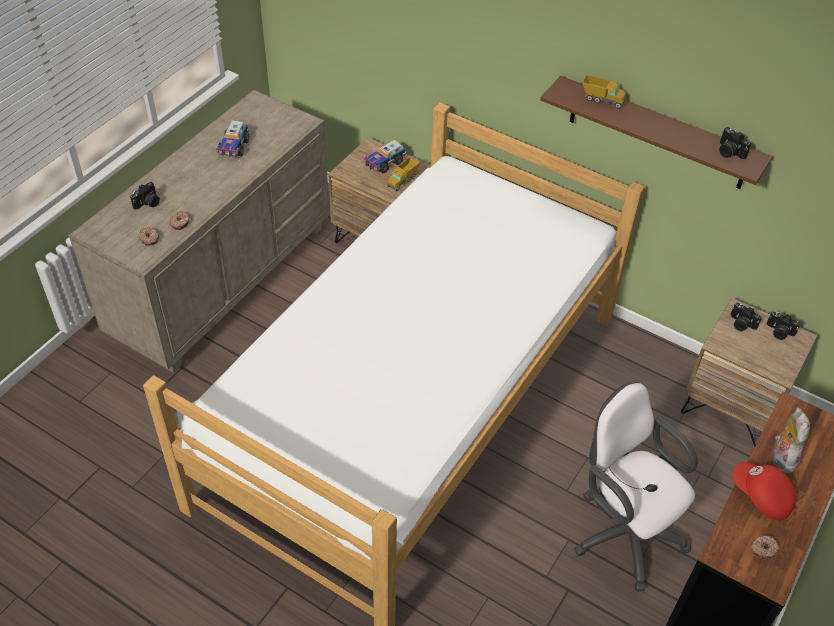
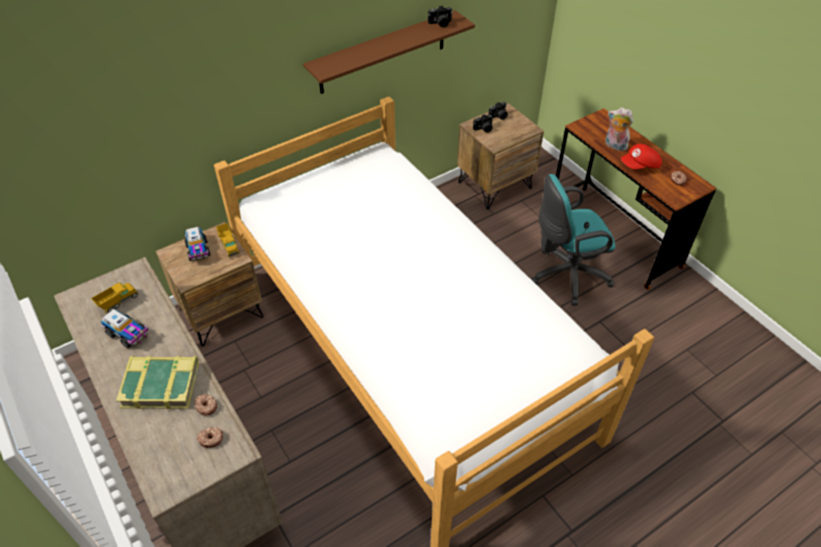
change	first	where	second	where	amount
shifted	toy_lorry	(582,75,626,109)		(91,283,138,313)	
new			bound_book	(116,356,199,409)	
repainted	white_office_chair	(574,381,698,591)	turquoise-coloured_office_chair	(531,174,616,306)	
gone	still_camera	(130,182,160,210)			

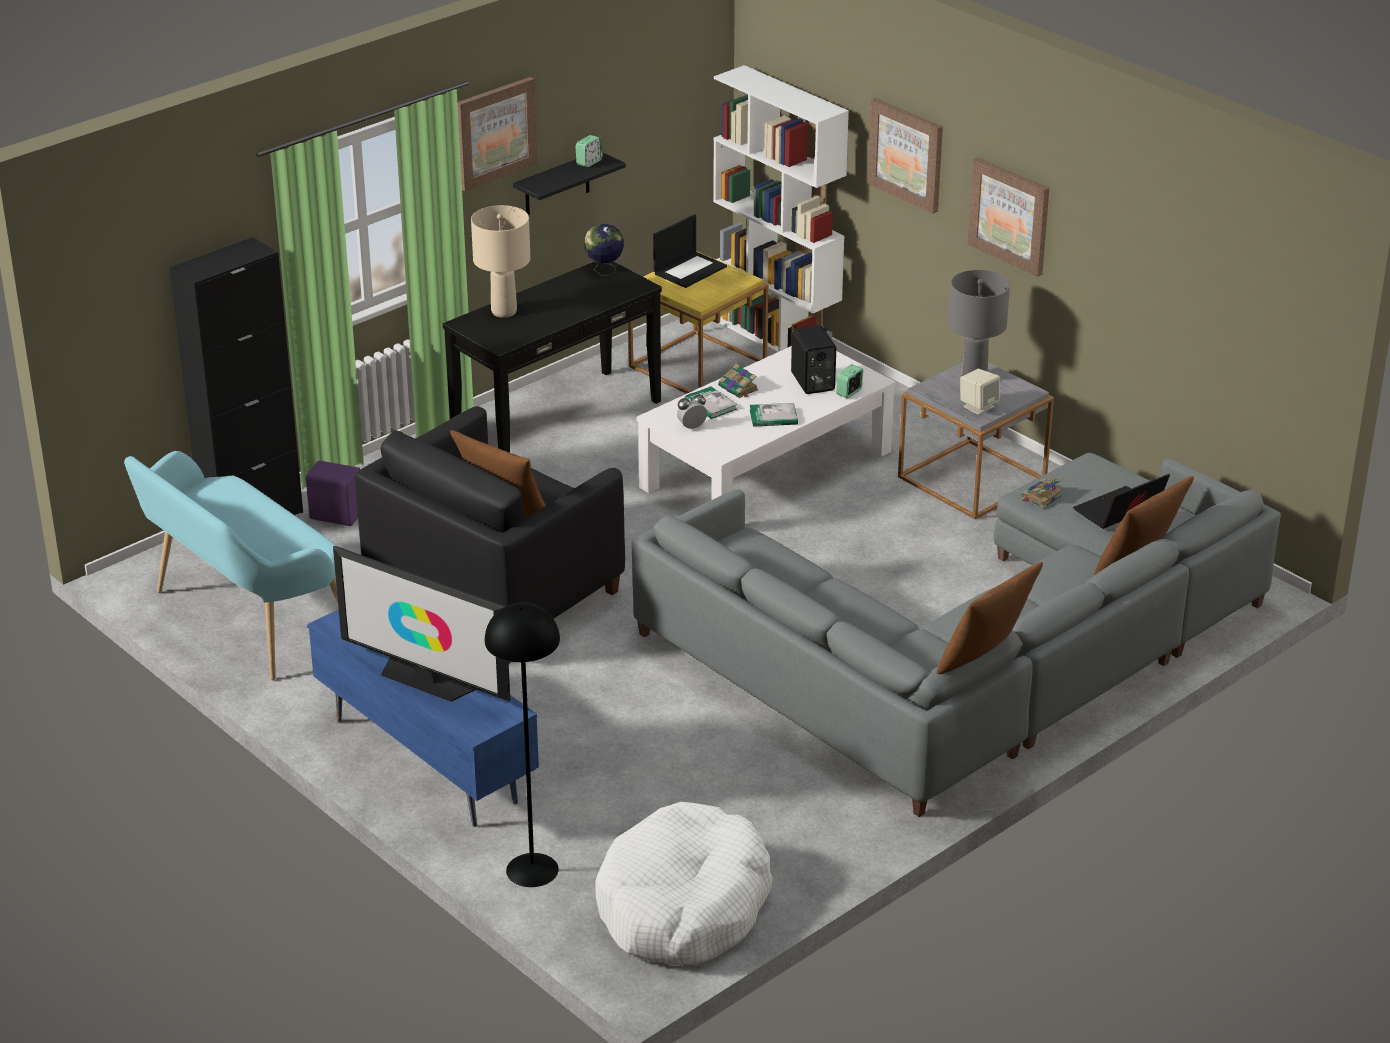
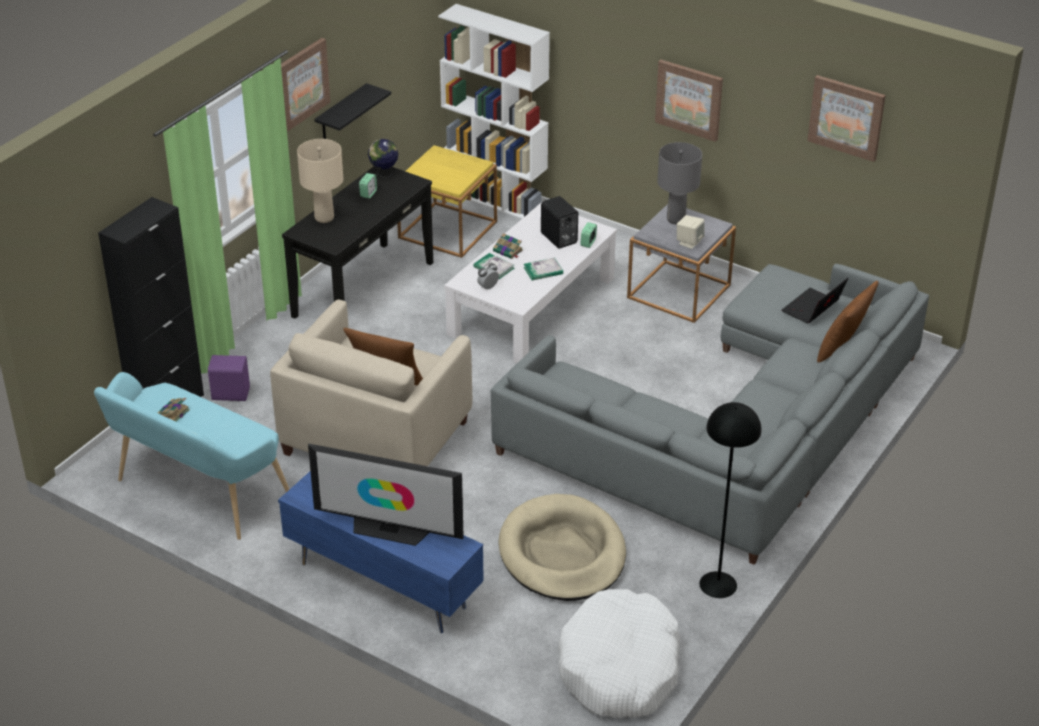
change	first	where	second	where	amount
shifted	bound_book	(1021,478,1064,508)		(157,398,190,422)	
repainted	blackish_lounge_chair	(355,406,625,663)	beige-coloured_lounge_chair	(270,300,472,466)	
shifted	alarm_clock	(575,135,603,167)		(359,173,377,199)	
new			beige-coloured_dog_bed	(499,494,626,601)	
shifted	blackish_standard_lamp	(485,602,560,887)		(699,402,761,598)	
shifted	picture	(867,98,943,214)		(807,75,886,162)	
gone	portable_computer	(653,214,727,288)			
gone	brownish_throw_pillow	(937,562,1043,674)			

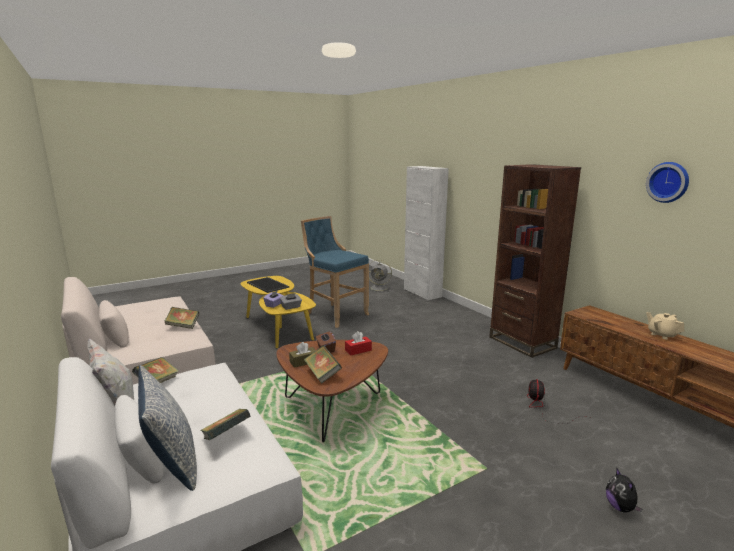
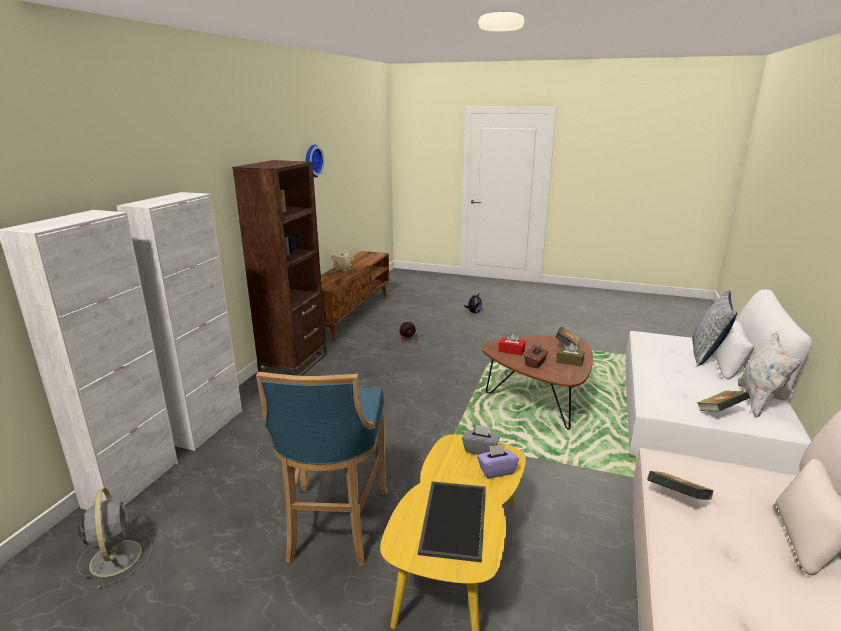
change	first	where	second	where	amount
new			white_cabinet	(117,192,242,451)	
gone	bound_book	(200,409,251,440)			

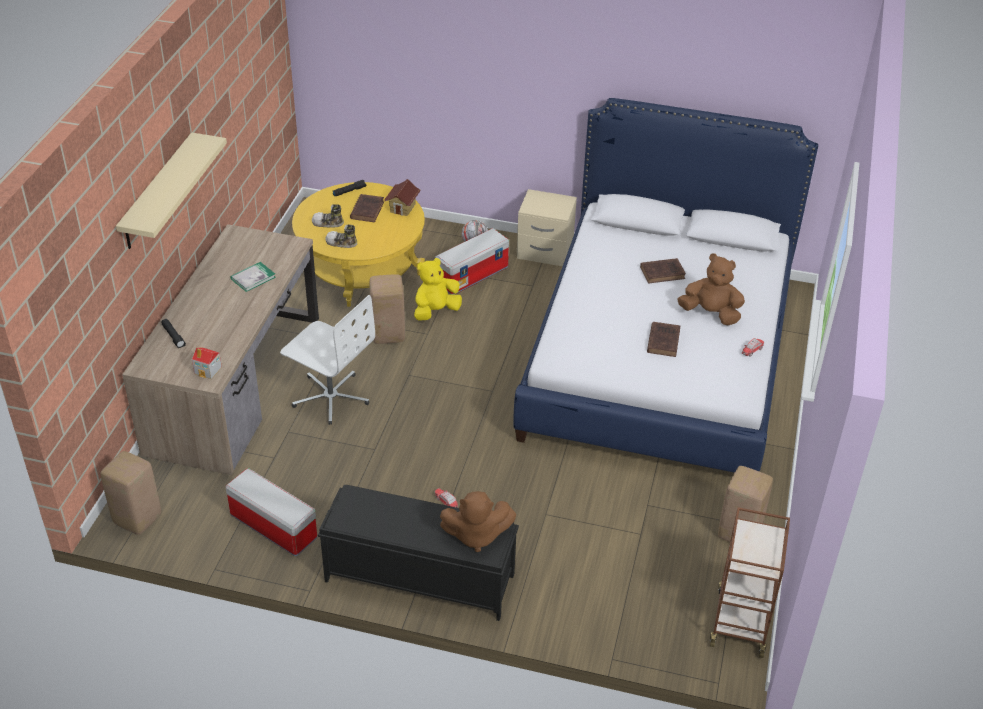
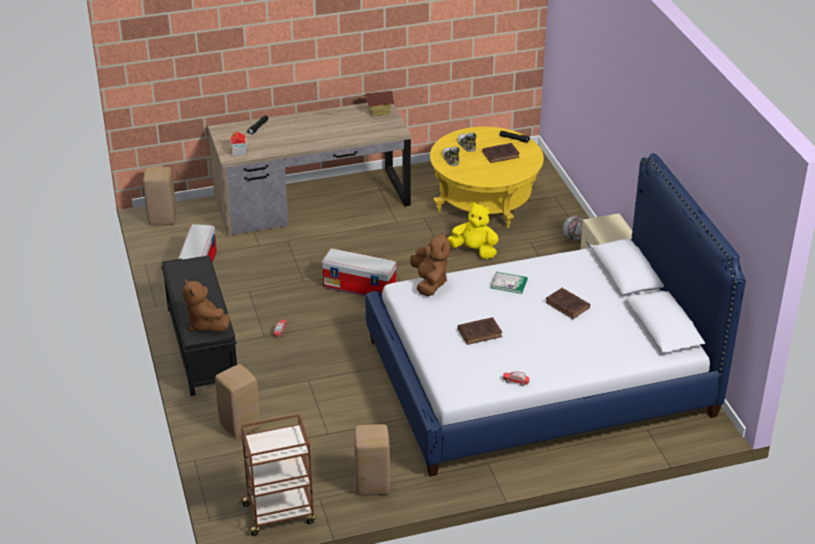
change	first	where	second	where	amount
shifted	beige-coloured_stool_seat	(370,274,405,344)		(215,364,260,438)	
shifted	storage_container	(435,228,509,295)		(321,248,396,296)	
shifted	toy_house	(384,179,421,216)		(364,91,394,116)	
shifted	brownish_plush_toy	(677,253,745,325)		(410,232,450,296)	
shifted	bound_book	(230,262,276,292)		(491,272,528,294)	
gone	beige-coloured_bracket_shelf	(116,132,227,249)			
gone	white_office_chair	(280,295,375,425)			

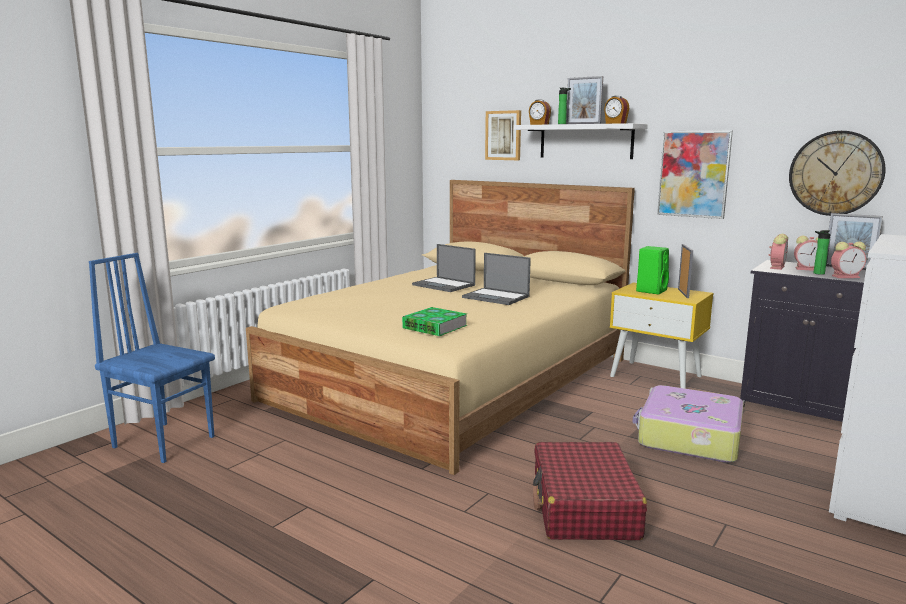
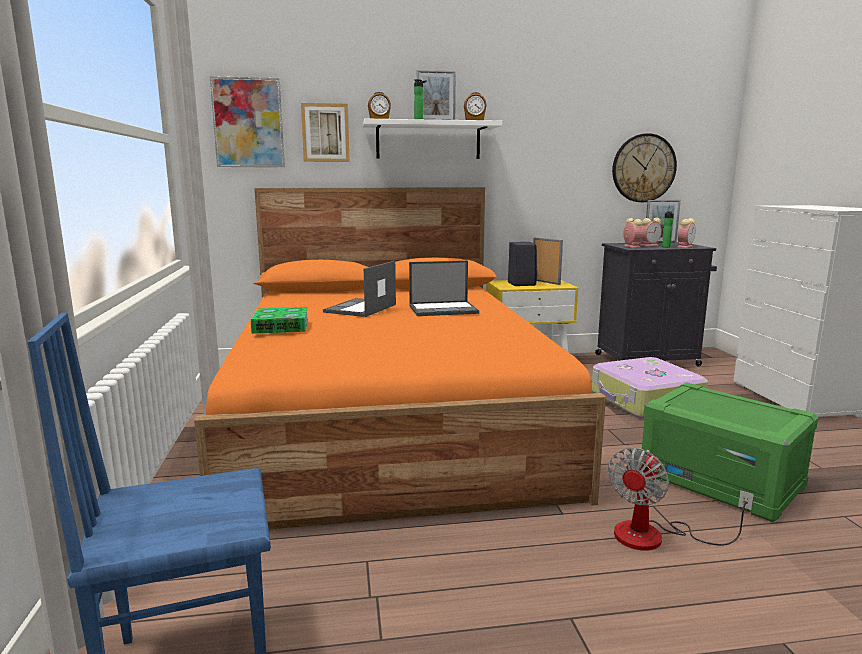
change	first	where	second	where	amount
repainted	beige-coloured_bedroom_bed	(246,180,635,475)	orangey_bedroom_bed	(194,187,606,529)	
shifted	picture	(657,130,733,219)		(209,76,285,167)	
shifted	bound_book	(402,307,467,336)		(251,307,308,334)	
rotated	portable_computer	(412,244,476,292)		(323,261,396,317)	120 degrees clockwise
repainted	green_speaker	(636,246,669,294)	blackish_speaker	(508,242,538,286)	
new			electric_fan	(608,448,754,551)	
swapped	red-coloured_suitcase	(533,442,647,540)	green_storage_container	(642,382,818,522)	

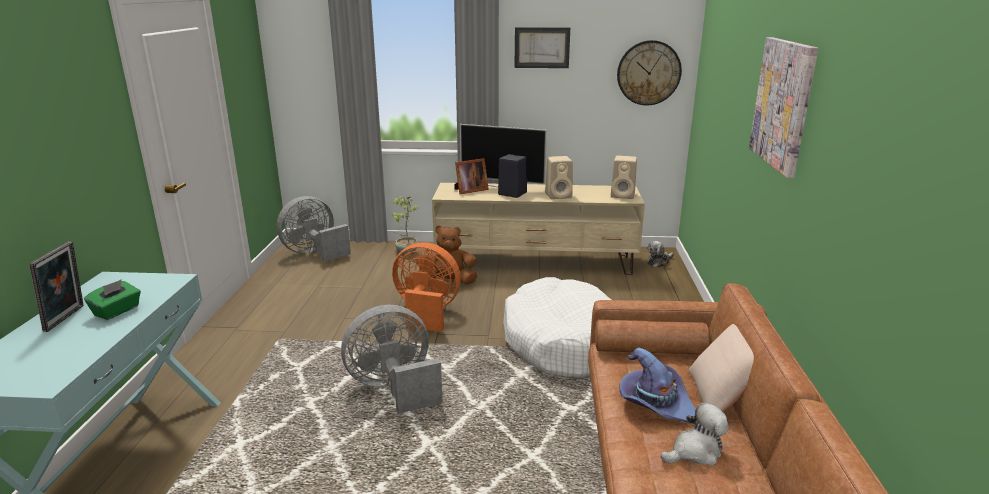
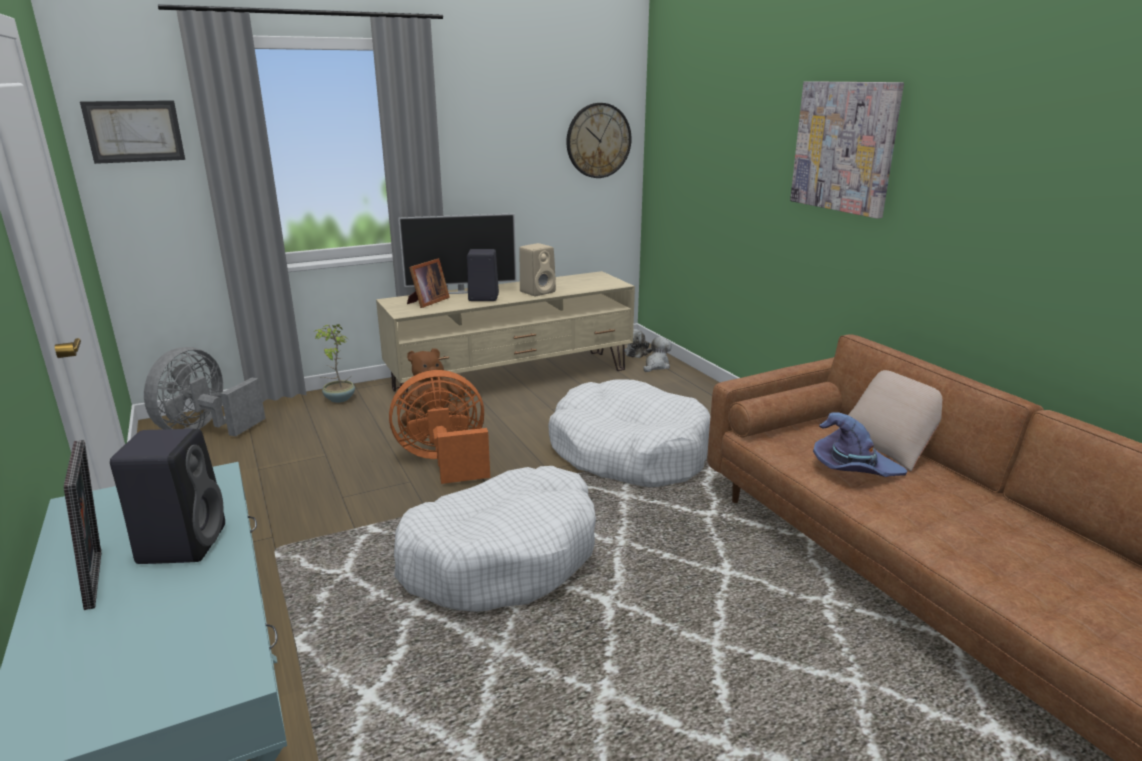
change	first	where	second	where	amount
shifted	picture	(514,27,570,68)		(80,100,185,164)	
swapped	green_tissue_box	(84,279,141,320)	blackish_speaker	(110,429,225,564)	
swapped	gray_electric_fan	(341,305,443,414)	white_dog_bed	(394,466,596,612)	
shifted	plush_toy	(660,402,729,466)		(643,337,672,372)	
gone	beige-coloured_speaker	(611,156,637,199)			

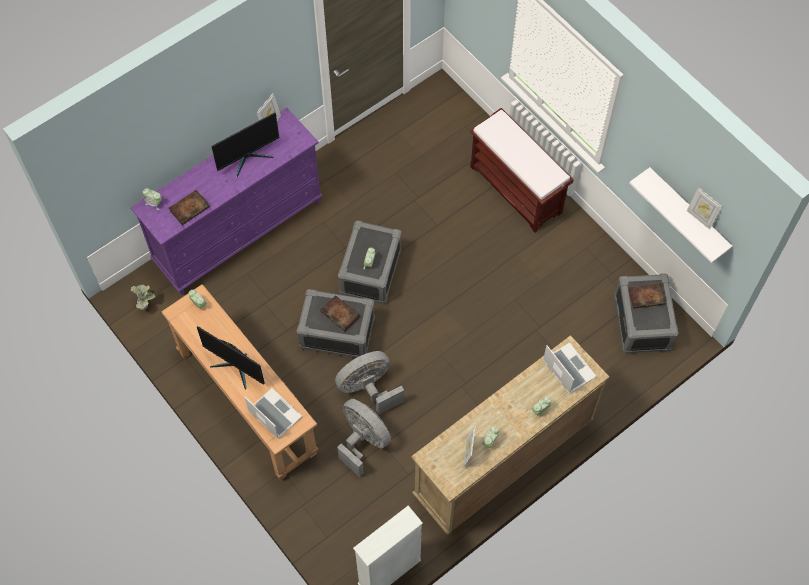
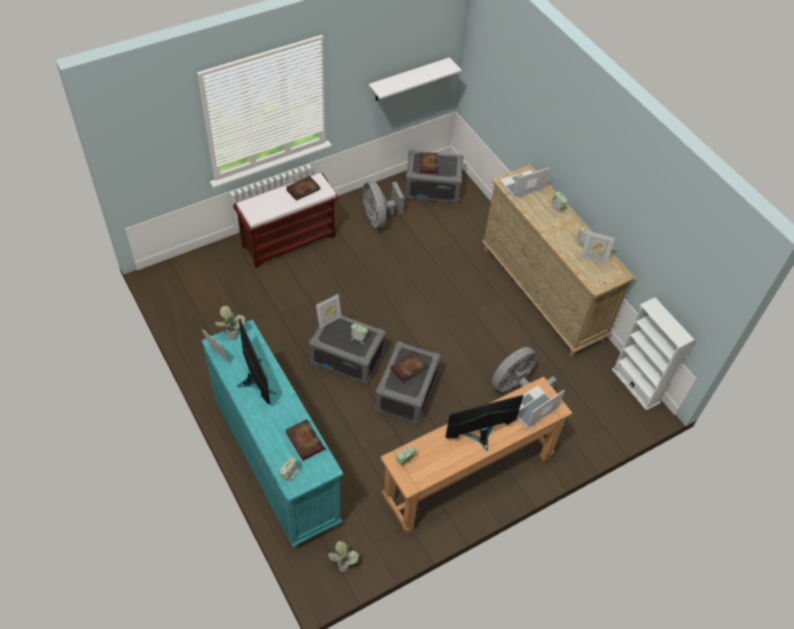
change	first	where	second	where	amount
repainted	purple-coloured_chest_of_drawers	(131,108,323,295)	turquoise-coloured_chest_of_drawers	(201,319,343,549)	
new			plant_in_a_pot	(215,306,245,340)	
new			bound_book	(286,176,320,201)	
shifted	photo_frame	(687,187,722,230)		(316,294,341,328)	
shifted	gray_electric_fan	(335,351,404,414)		(363,181,404,228)	
rotated	computer_screen	(197,326,265,390)		(445,395,524,451)	150 degrees counterclockwise

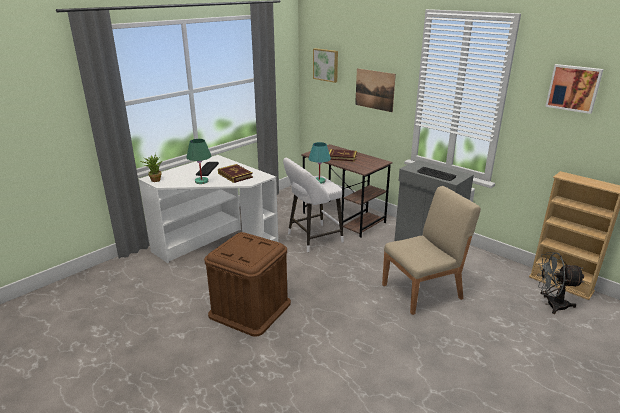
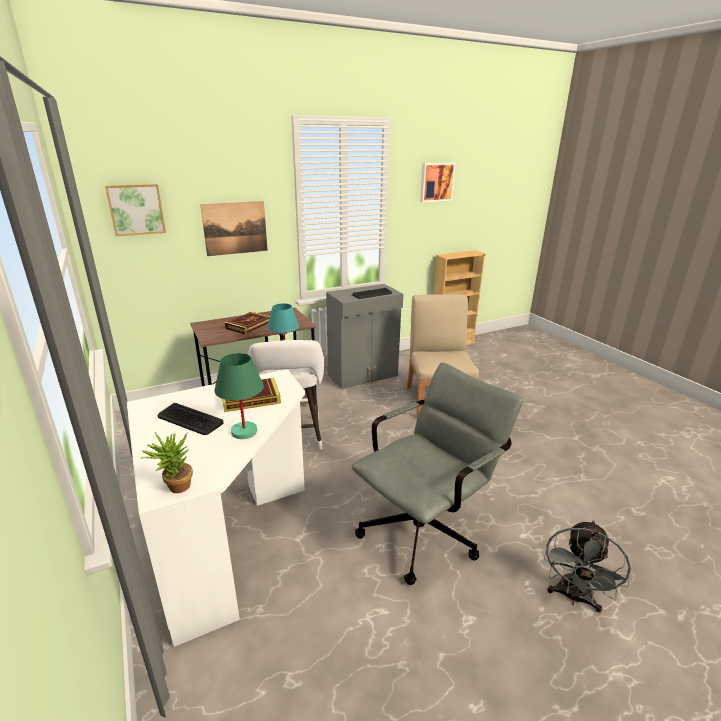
change	first	where	second	where	amount
swapped	brownish_storage_container	(204,232,291,337)	gray_office_chair	(352,363,523,585)	
shifted	gray_electric_fan	(537,252,584,314)		(544,520,631,613)	

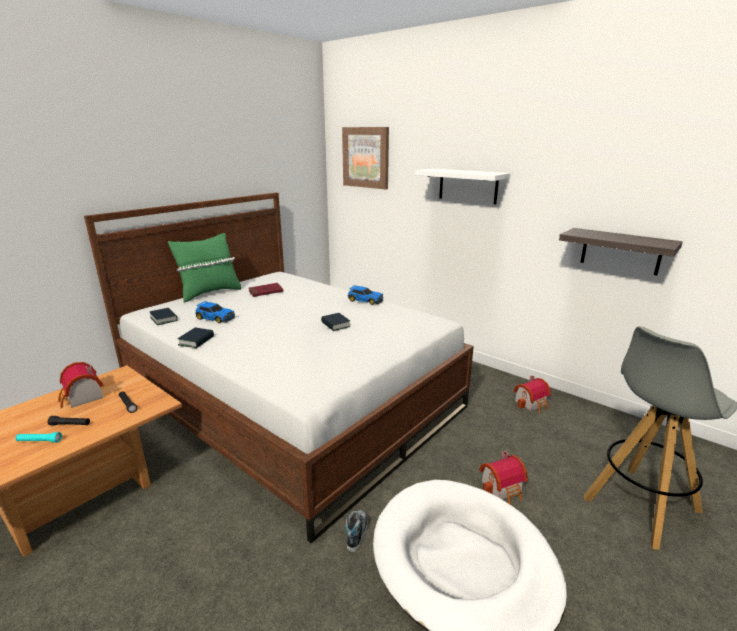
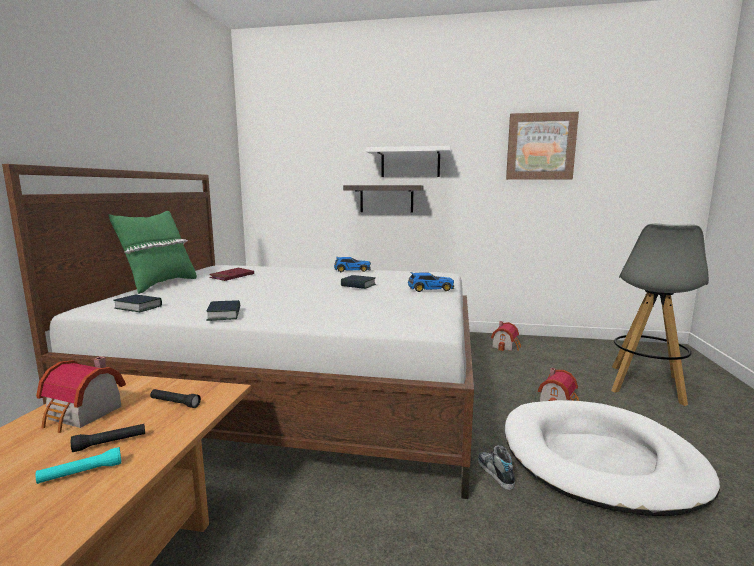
change	first	where	second	where	amount
shifted	bracket_shelf	(559,228,683,275)		(343,185,424,213)	
shifted	miniature_car	(195,301,235,323)		(408,272,454,292)	
shifted	picture	(342,127,389,189)		(506,112,579,180)	

